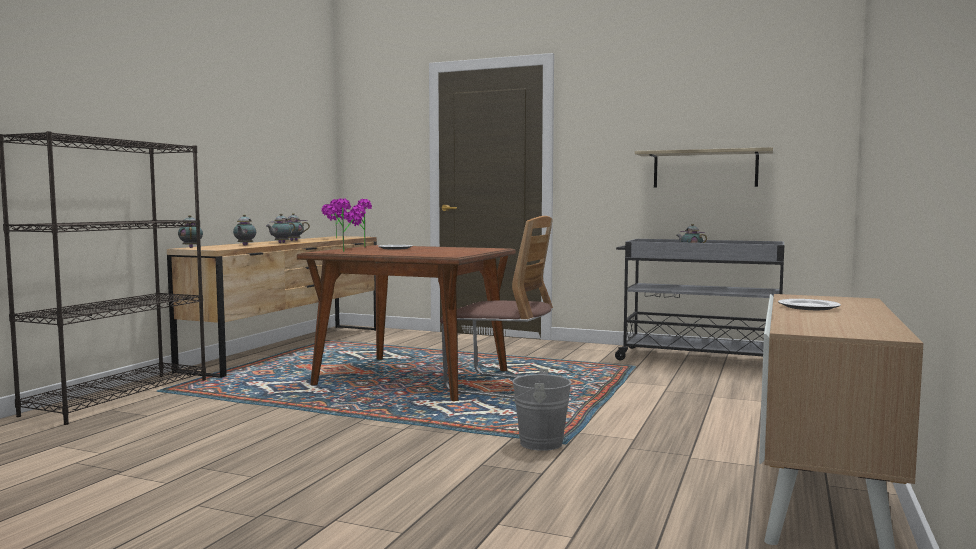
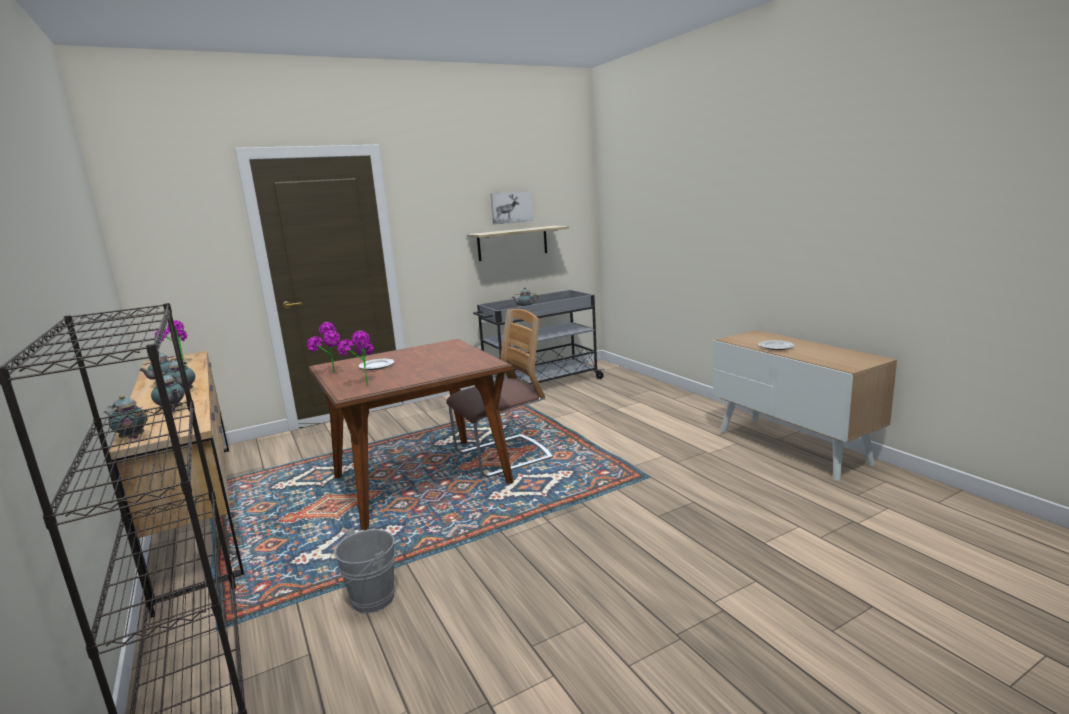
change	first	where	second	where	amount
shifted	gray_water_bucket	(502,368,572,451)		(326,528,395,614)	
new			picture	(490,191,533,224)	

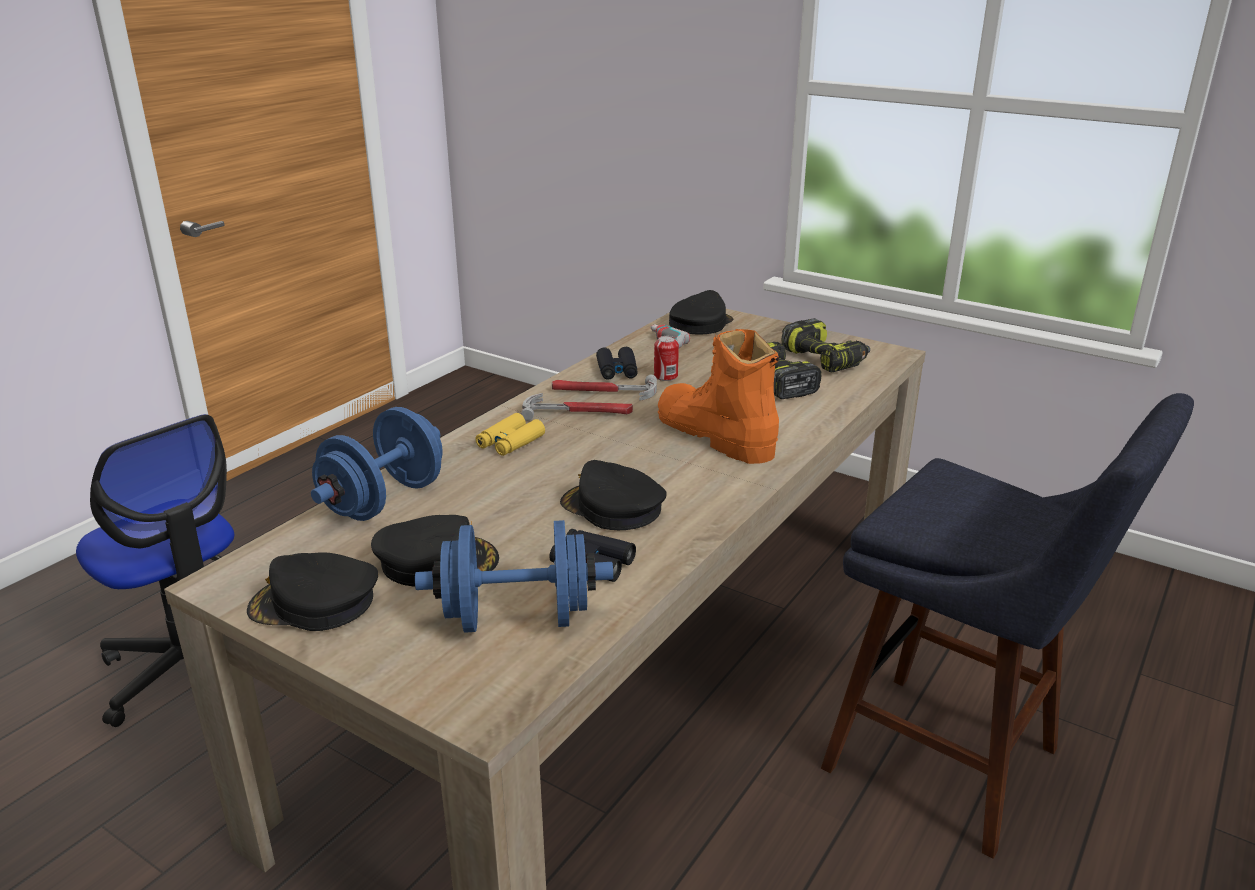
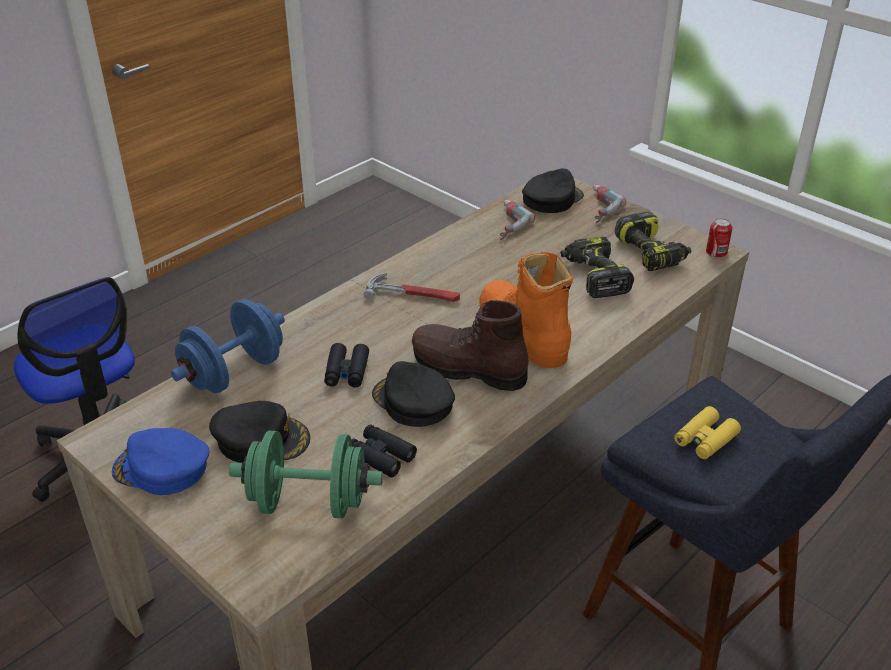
change	first	where	second	where	amount
repainted	blackish_peaked_cap	(247,552,378,631)	bluish_peaked_cap	(112,428,209,495)	
repainted	bluish_dumbbell	(415,520,613,633)	green_dumbbell	(229,431,383,518)	
shifted	blackish_pair_of_binoculars	(596,347,638,380)		(324,343,369,387)	
new			brownish_high-top_boot	(412,300,529,391)	
new			power_drill	(593,185,626,223)	
shifted	yellowish_pair_of_binoculars	(475,413,545,456)		(674,406,741,459)	
shifted	sealed_can	(654,336,679,381)		(706,218,732,258)	
gone	hammer	(552,375,657,401)			

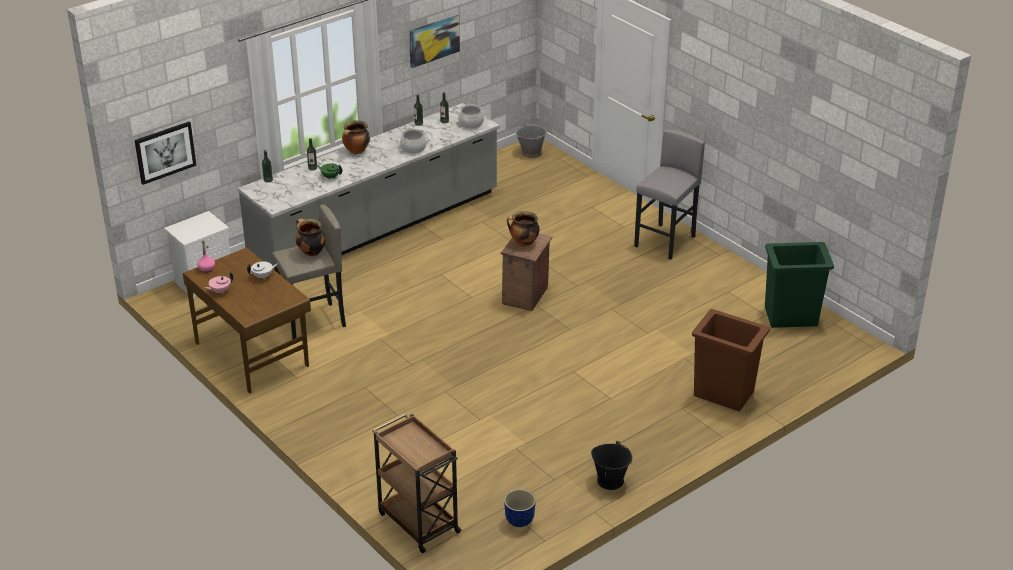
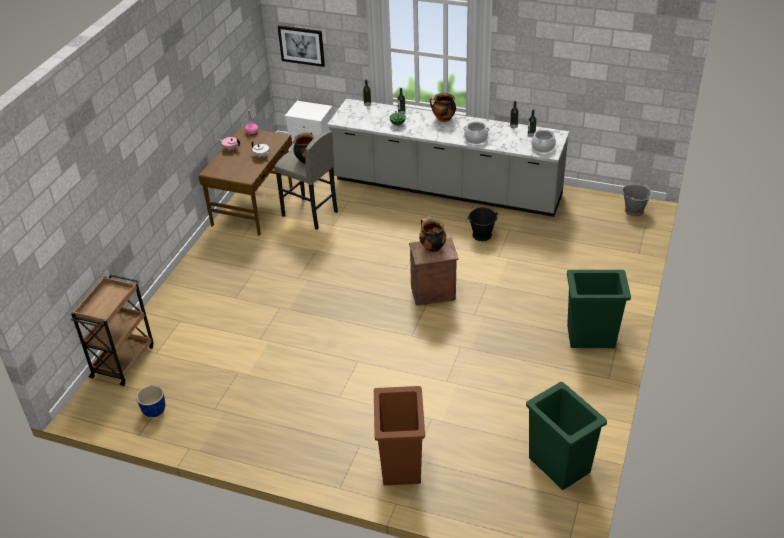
change	first	where	second	where	amount
shifted	blackish_water_bucket	(591,441,632,490)		(468,207,498,241)	
swapped	gray_stool_seat	(634,130,705,260)	green_trash_can	(567,270,631,348)	
gone	picture	(409,14,460,68)			

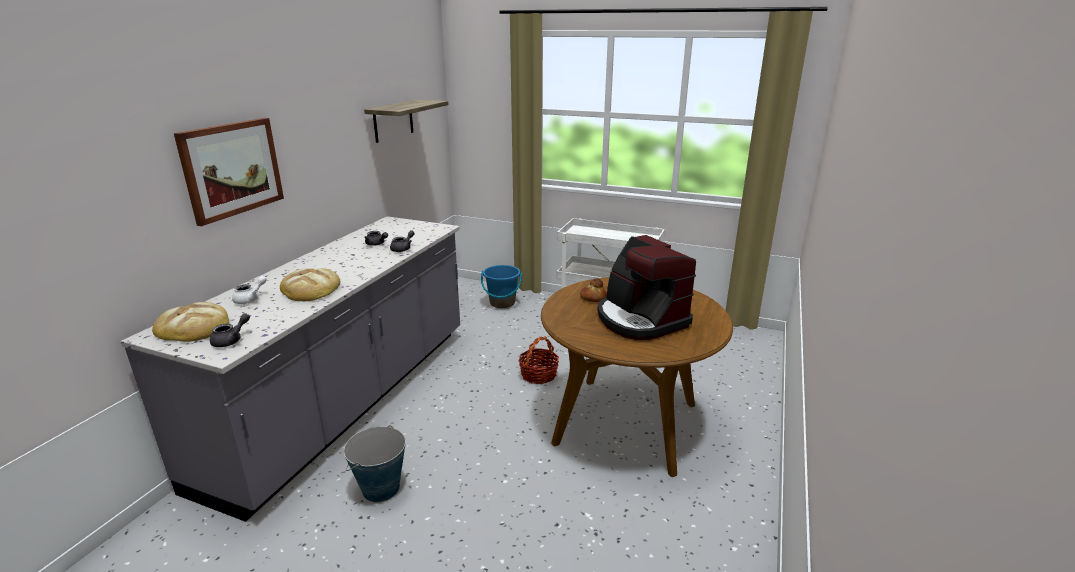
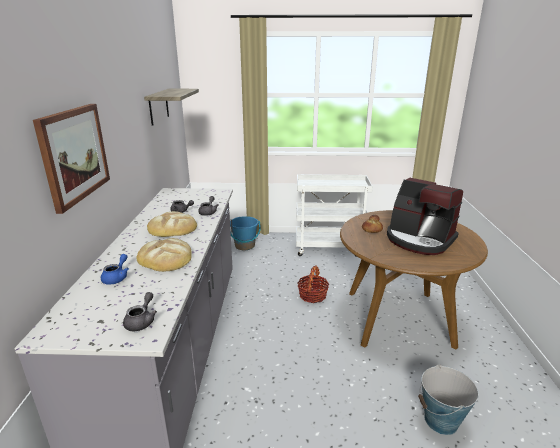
change	first	where	second	where	amount
repainted	white_tea_pot	(232,276,267,304)	bluish_tea_pot	(101,254,129,284)	
shifted	bakery_bread	(152,302,229,342)		(147,211,197,237)	
shifted	water_bucket	(343,425,406,502)		(418,364,479,435)	

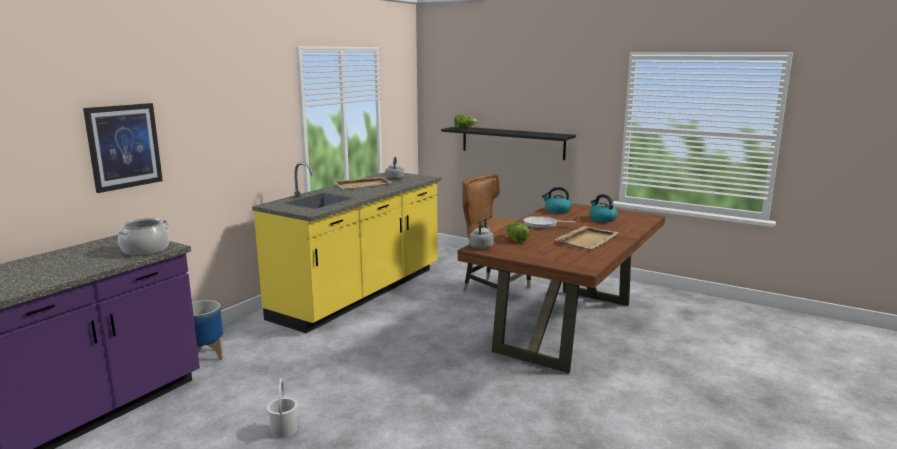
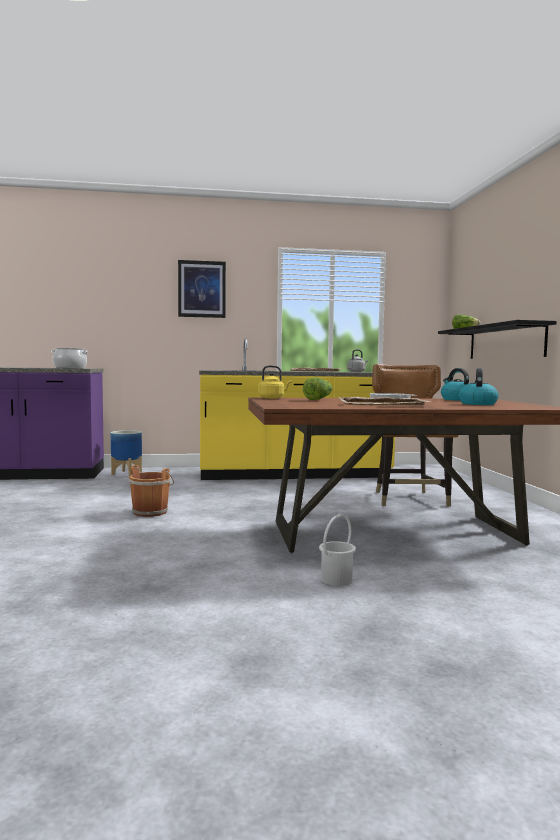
change	first	where	second	where	amount
new			brownish_water_bucket	(129,465,174,517)	
shifted	picture	(83,103,163,193)		(178,260,226,318)	
repainted	gray_kettle	(469,218,494,249)	yellowish_kettle	(258,365,292,398)	
shifted	white_water_bucket	(267,379,298,438)		(319,514,356,586)	

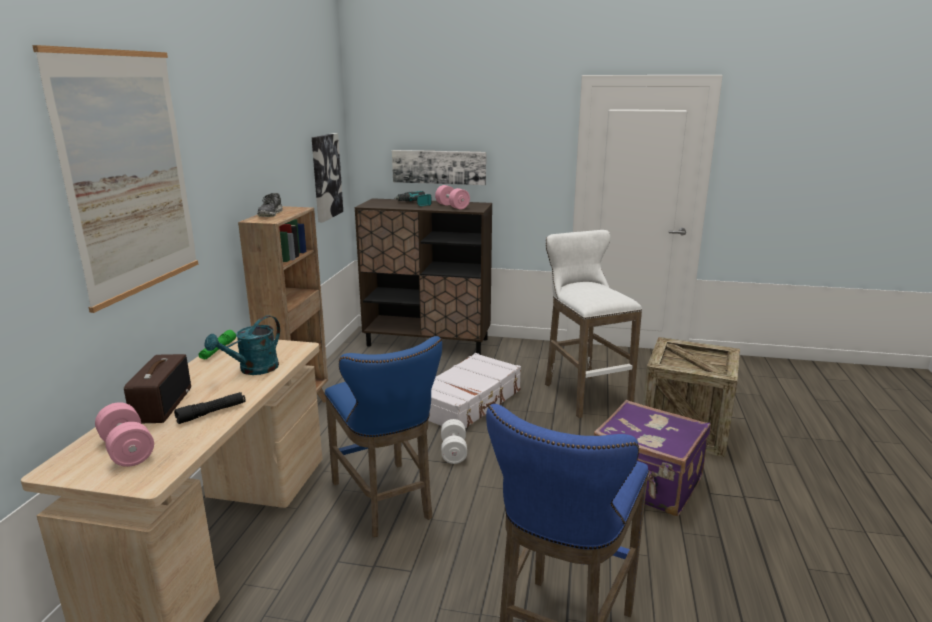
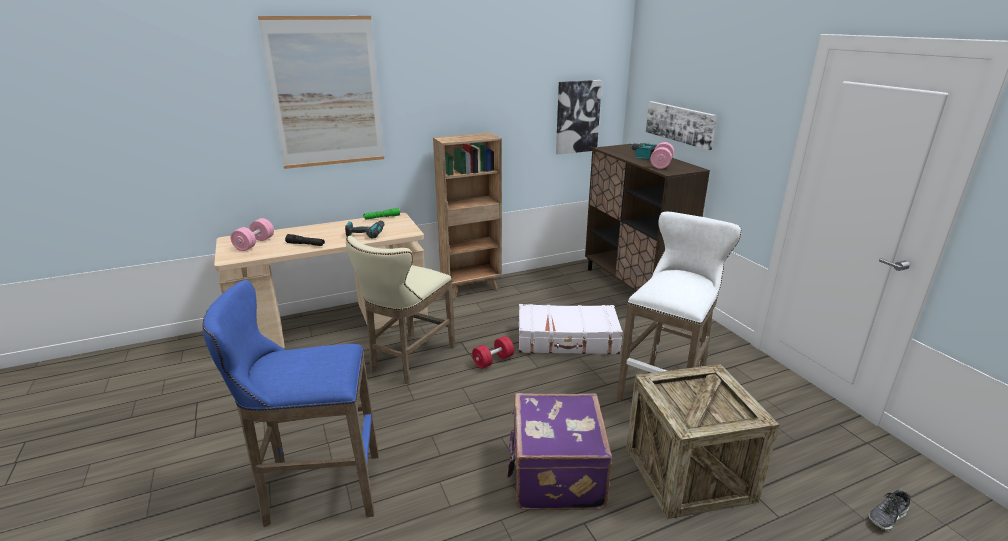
change	first	where	second	where	amount
swapped	turquoise-coloured_watering_can	(205,315,280,375)	power_drill	(345,220,385,239)	
repainted	bluish_stool_seat	(324,336,442,537)	beige-coloured_stool_seat	(346,236,455,384)	
repainted	white_dumbbell	(441,419,467,464)	red-coloured_dumbbell	(472,336,514,369)	
shifted	item_of_footwear	(257,193,283,217)		(868,489,910,530)	
gone	radio	(124,354,191,423)			

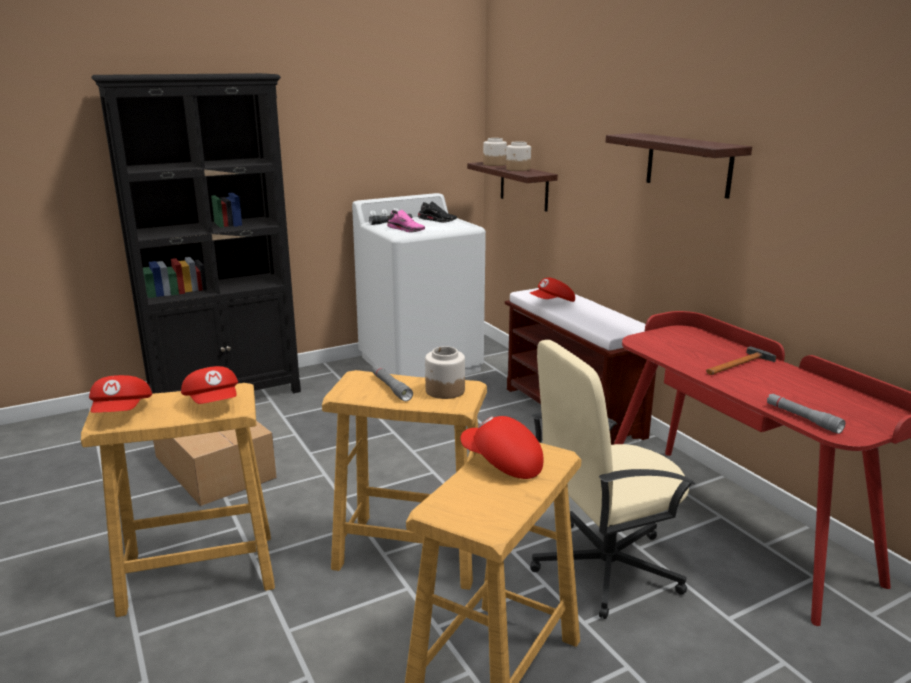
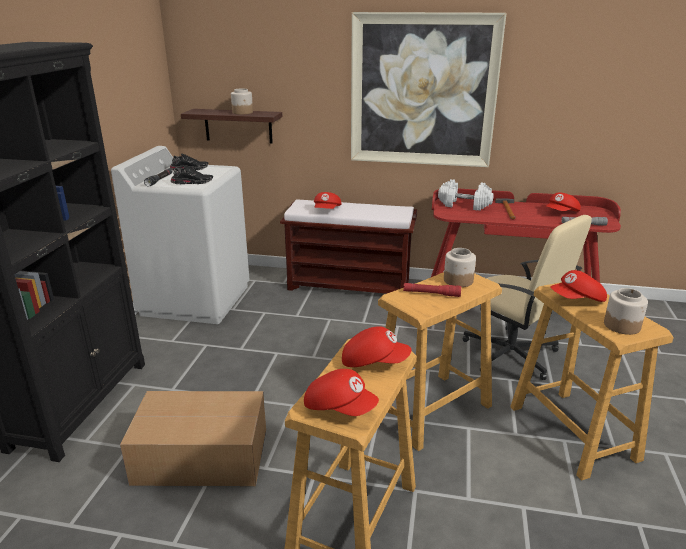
change	first	where	second	where	amount
repainted	pink-coloured_item_of_footwear	(387,210,425,232)	blackish_item_of_footwear	(171,165,213,184)	
swapped	bracket_shelf	(606,133,752,199)	picture	(351,12,506,167)	
repainted	gray_hand_torch	(372,365,413,401)	red-coloured_hand_torch	(403,283,461,297)	
new			white_dumbbell	(438,179,494,211)	
rotated	beige-coloured_office_chair	(530,340,695,619)		(462,215,592,380)	60 degrees counterclockwise
new			red-coloured_peaked_cap	(546,192,581,212)	
shifted	storage_jar	(483,138,507,166)		(604,288,648,335)	

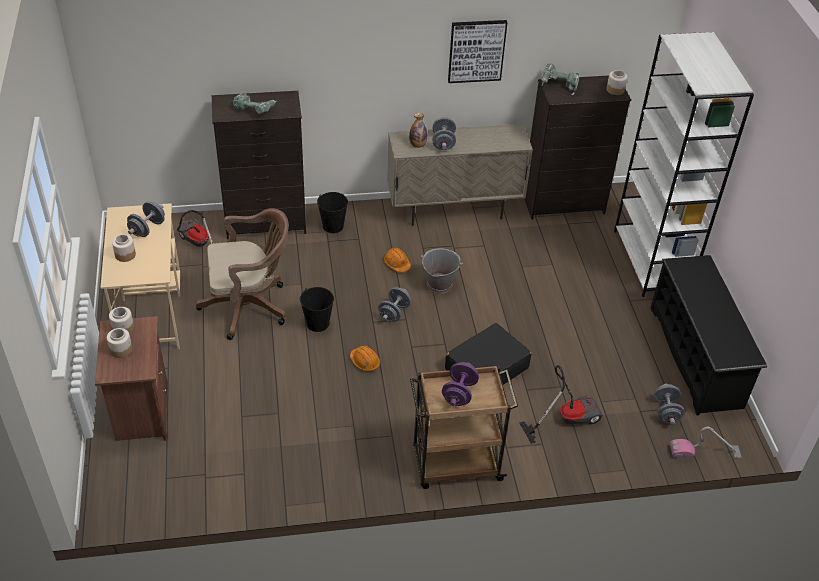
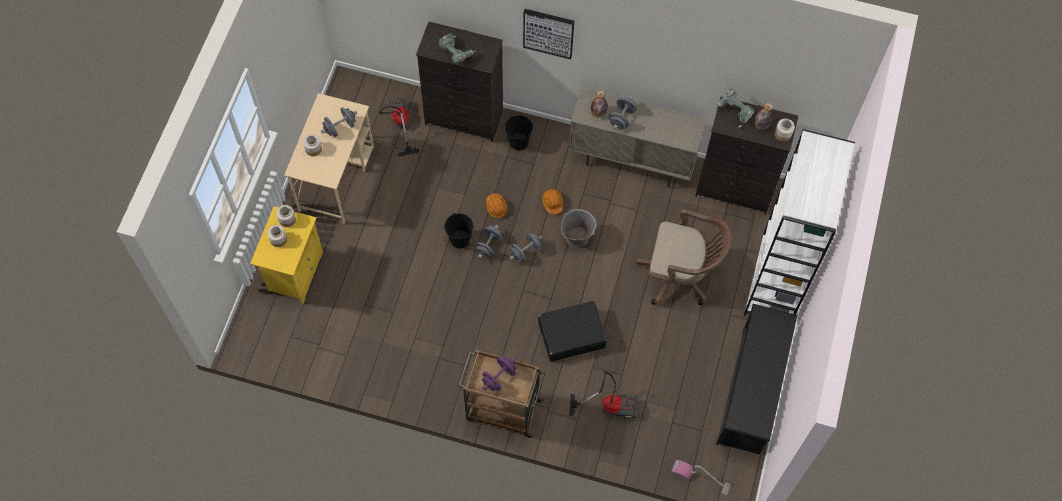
change	first	where	second	where	amount
repainted	brownish_night_table	(95,316,168,441)	yellowish_night_table	(250,206,323,304)	
shifted	gray_dumbbell	(654,383,685,425)		(474,225,503,259)	
shifted	orangey_hard_hat	(350,346,380,372)		(486,194,508,218)	
shifted	picture	(448,20,507,83)		(523,9,574,59)	
shifted	brownish_office_chair	(196,208,289,340)		(636,209,732,305)	
new			beverage_bottle	(754,103,773,130)	

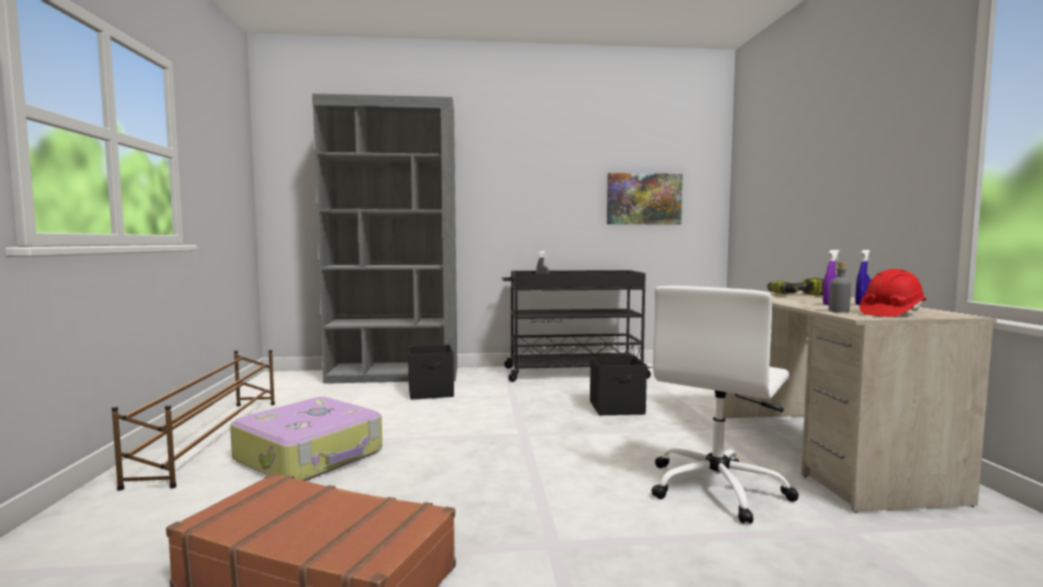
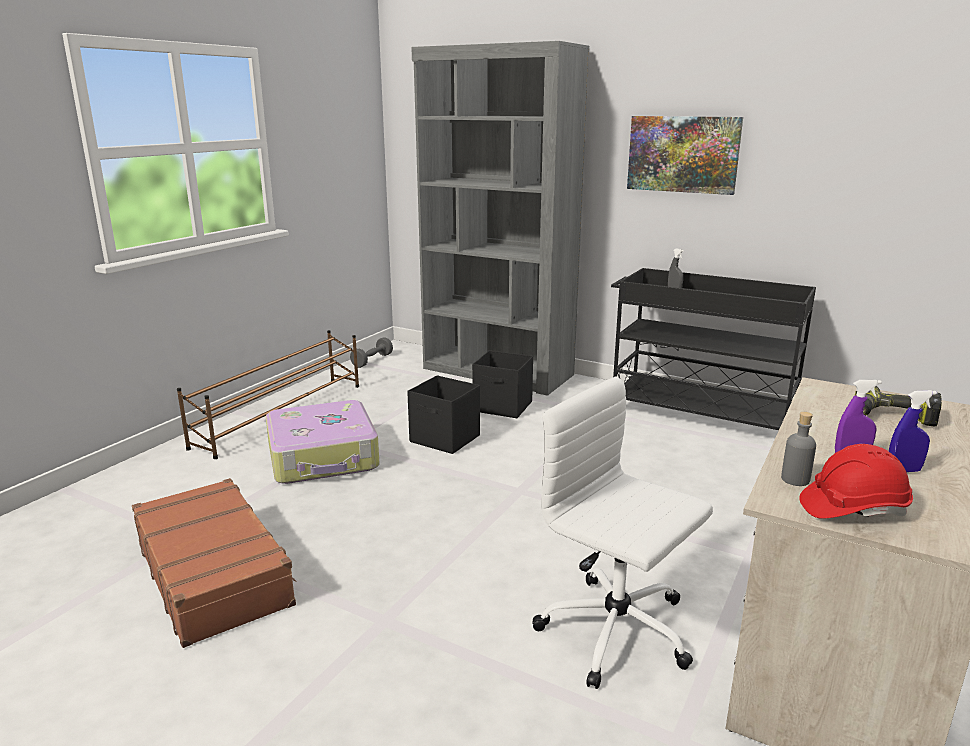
change	first	where	second	where	amount
new			gray_dumbbell	(350,337,393,368)	
shifted	blackish_storage_container	(590,355,647,415)		(407,375,480,454)	
rotated	white_office_chair	(652,286,799,524)		(532,376,713,689)	60 degrees clockwise
shifted	picture	(607,173,683,224)		(627,116,743,195)	

